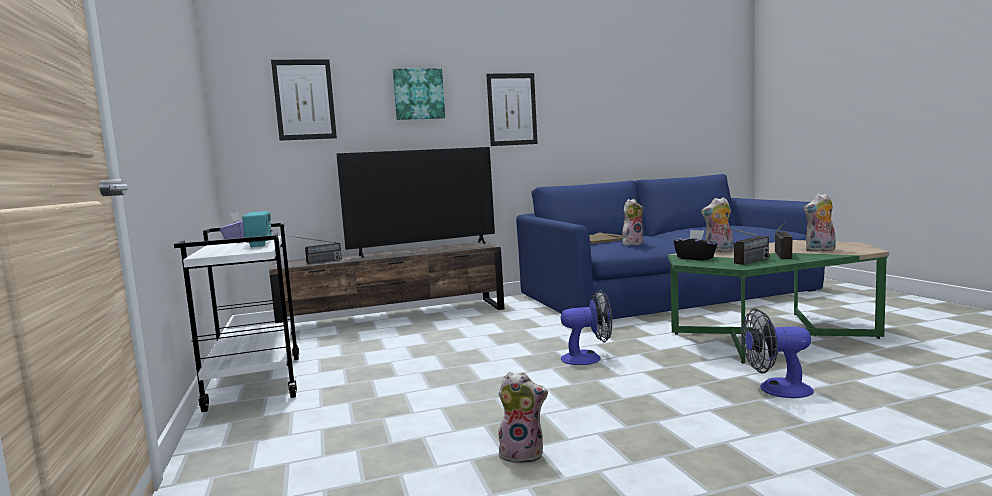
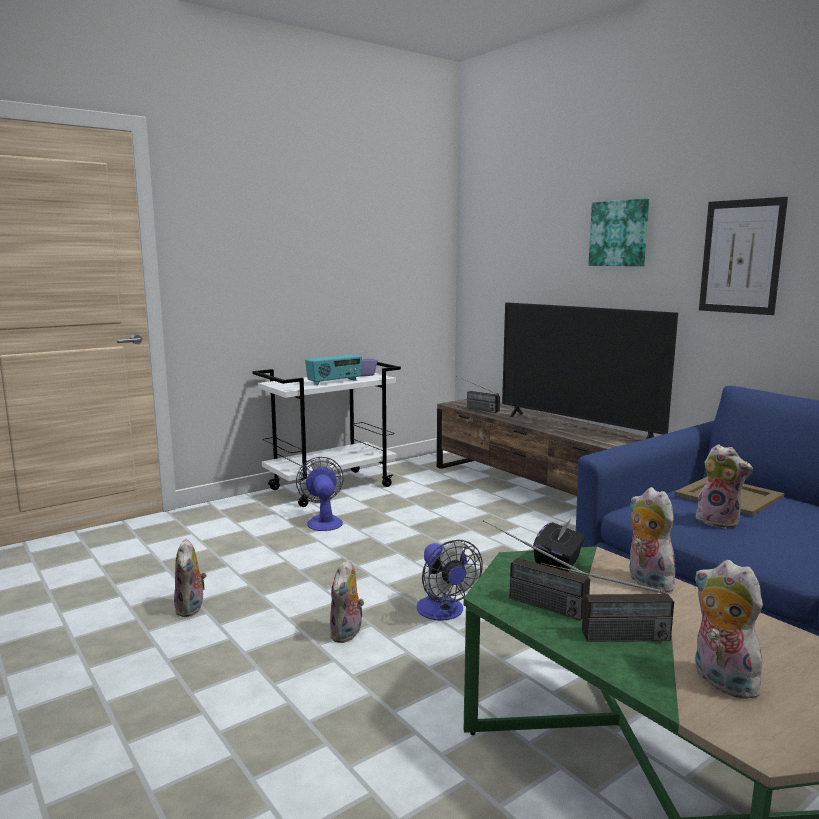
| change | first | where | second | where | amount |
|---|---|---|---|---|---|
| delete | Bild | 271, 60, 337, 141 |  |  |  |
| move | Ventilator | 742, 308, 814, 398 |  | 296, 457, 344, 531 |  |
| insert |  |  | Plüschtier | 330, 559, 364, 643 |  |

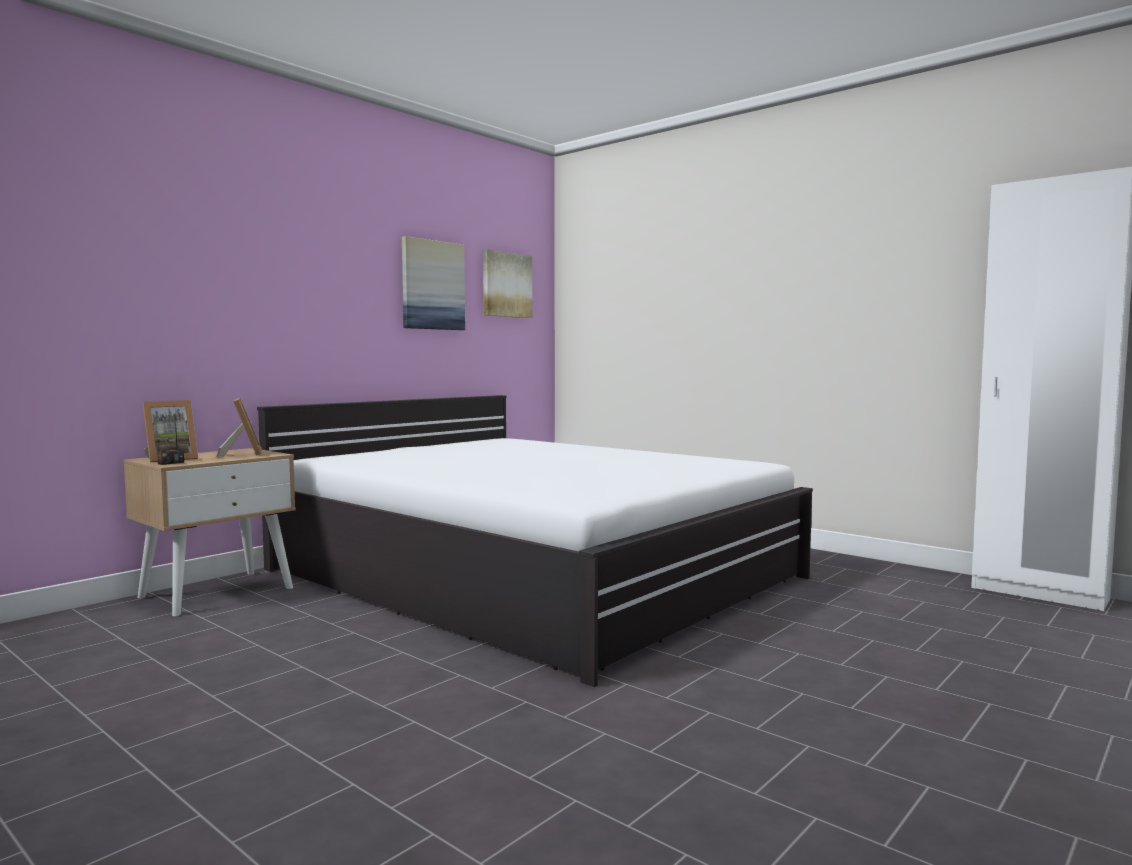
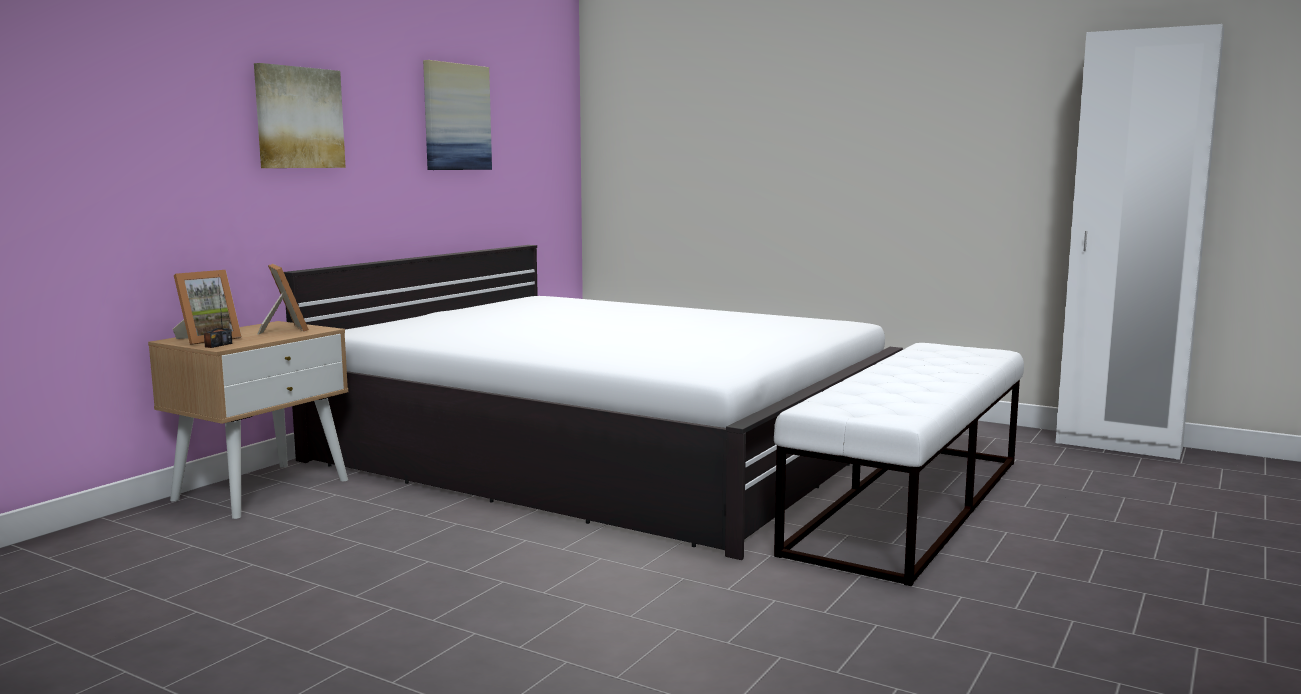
| change | first | where | second | where | amount |
|---|---|---|---|---|---|
| move | Bild | 483, 249, 532, 318 |  | 254, 63, 346, 168 |  |
| insert |  |  | Bank [weiß] | 774, 343, 1024, 586 |  |

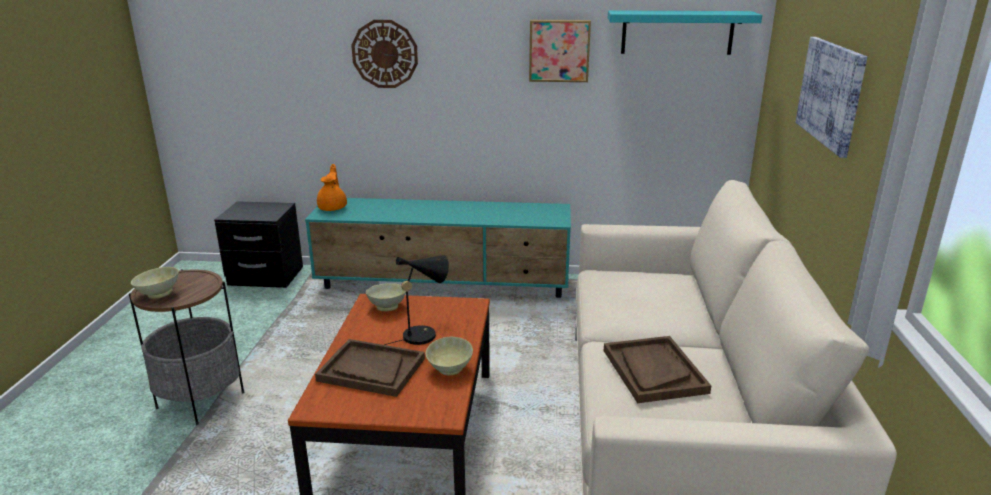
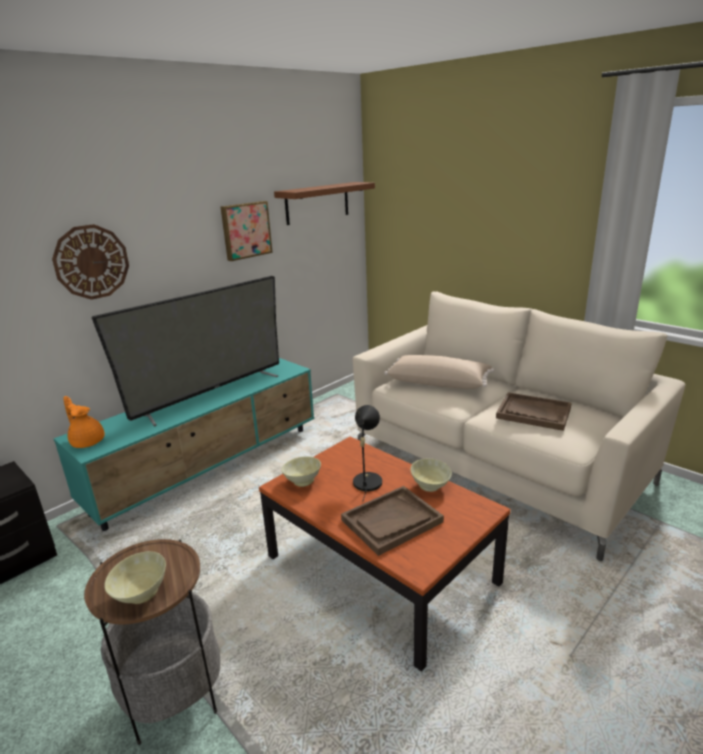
| change | first | where | second | where | amount |
|---|---|---|---|---|---|
| recolor | Wandregal [türkis] | 608, 10, 762, 55 | Wandregal [braun] | 274, 182, 375, 225 |  |
| delete | Bild | 796, 37, 867, 158 |  |  |  |
| insert |  |  | Fernseher | 91, 276, 279, 427 |  |
| insert |  |  | Kissen [beige] | 384, 355, 494, 389 |  |

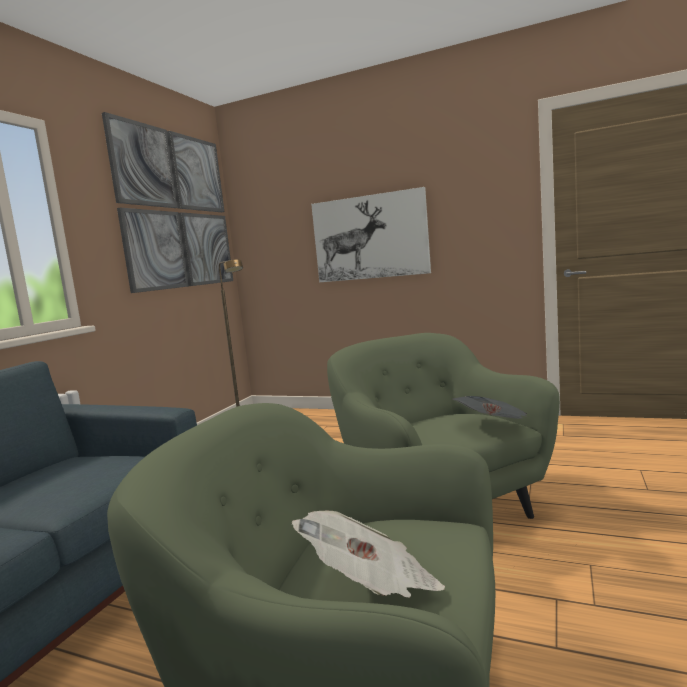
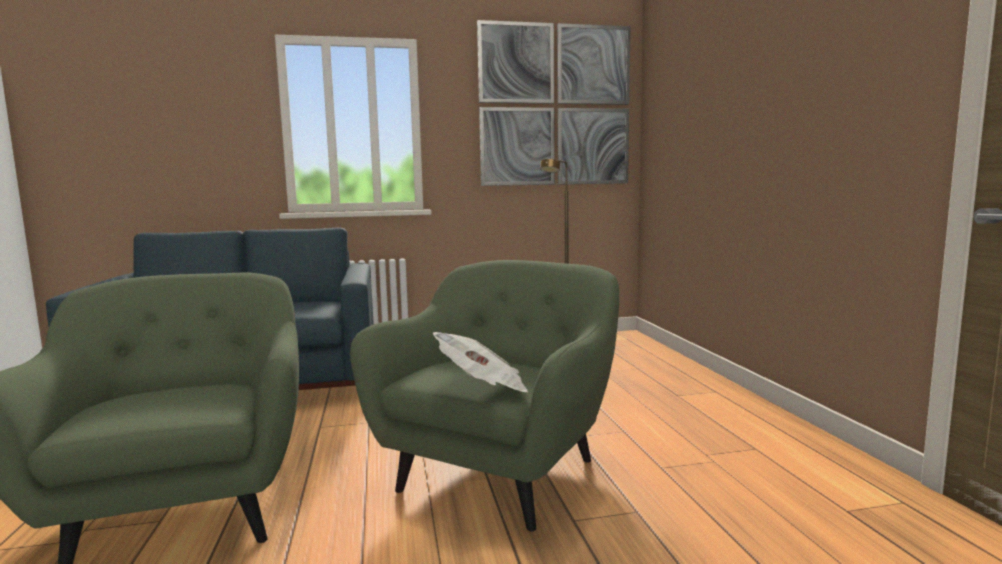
| change | first | where | second | where | amount |
|---|---|---|---|---|---|
| delete | Bild | 311, 187, 431, 282 |  |  |  |
| delete | Zeitung | 292, 510, 445, 598 |  |  |  |

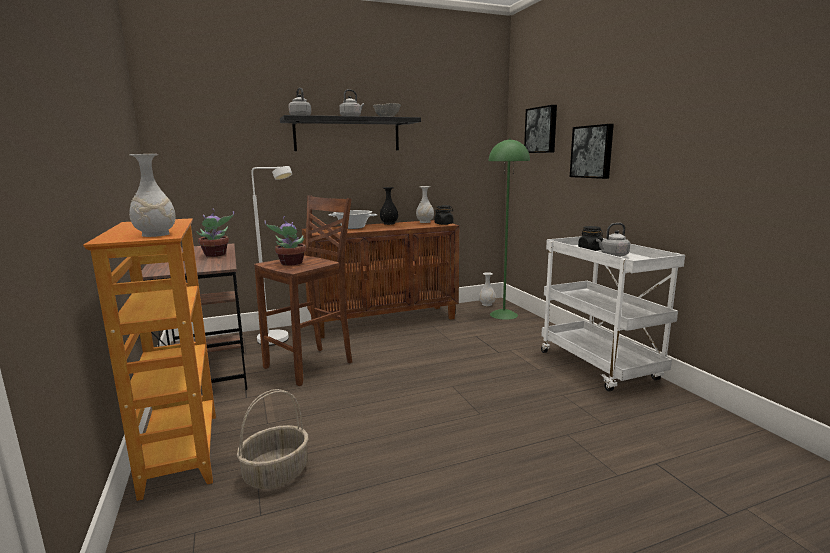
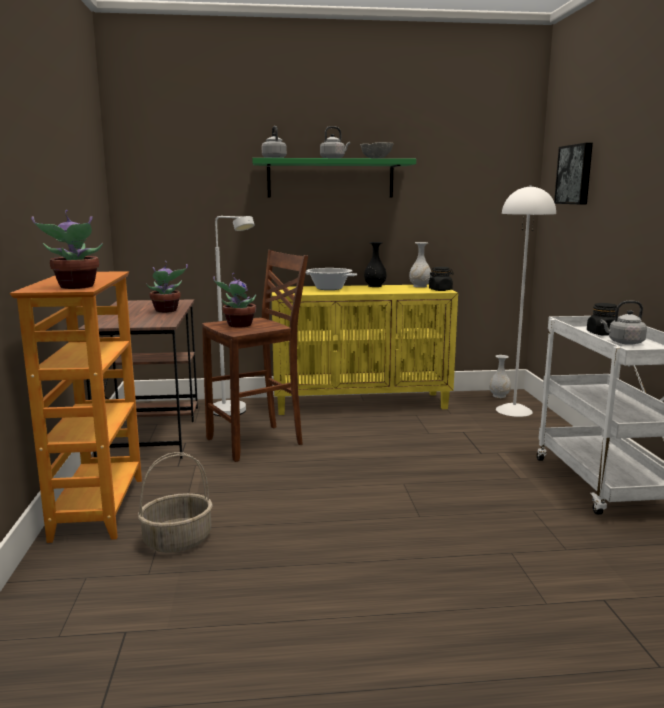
| change | first | where | second | where | amount |
|---|---|---|---|---|---|
| recolor | Wandregal [schwarz] | 280, 115, 421, 151 | Wandregal [grün] | 252, 158, 416, 198 |  |
| delete | Bild | 570, 124, 614, 179 |  |  |  |
| recolor | Stehlampe [grün] | 488, 138, 530, 320 | Stehlampe [weiß] | 496, 185, 556, 417 |  |
| replace | Vase [weiß] | 129, 154, 176, 237 | Topfpflanze | 31, 210, 103, 289 |  |
| recolor | Schrank [braun] | 302, 220, 459, 338 | Schrank [gelb] | 272, 284, 458, 415 |  |

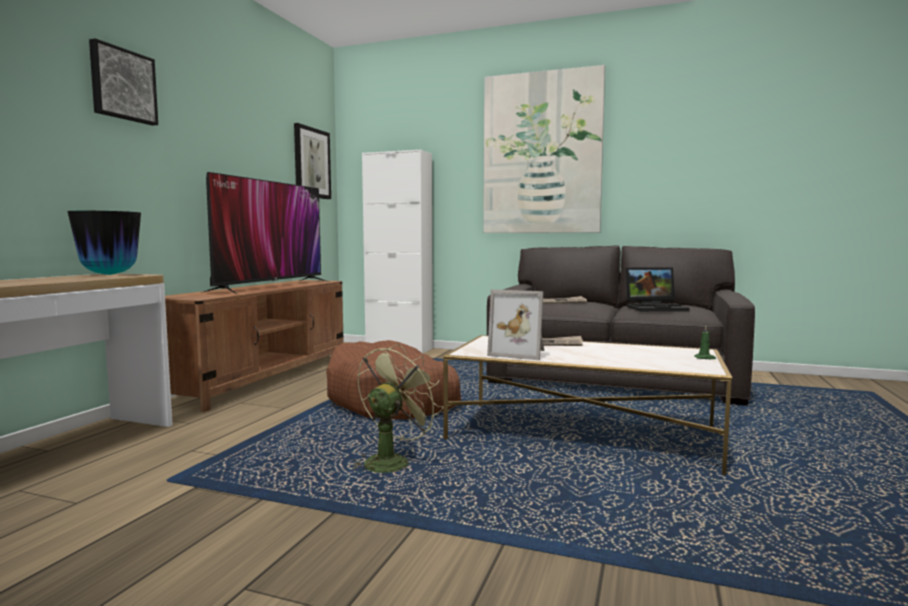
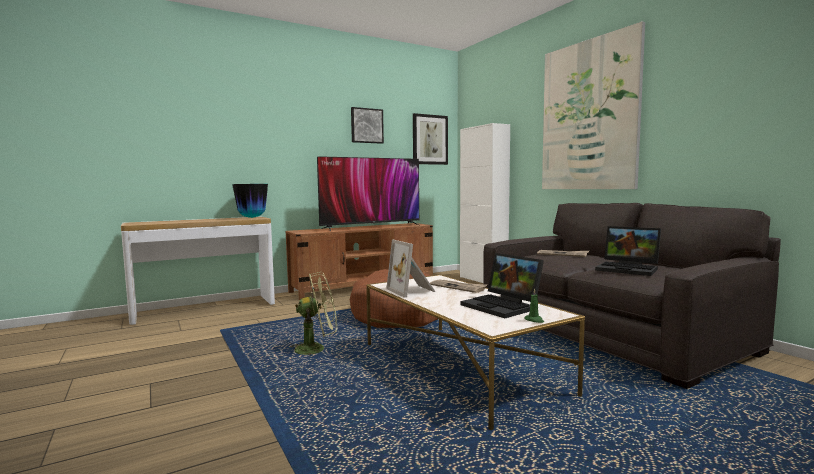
| change | first | where | second | where | amount |
|---|---|---|---|---|---|
| move | Bild | 89, 38, 158, 126 |  | 351, 107, 384, 144 |  |
| insert |  |  | Laptop | 461, 253, 544, 318 |  |

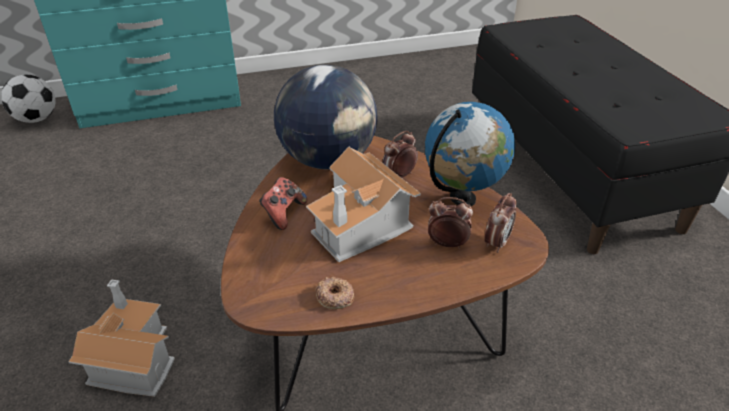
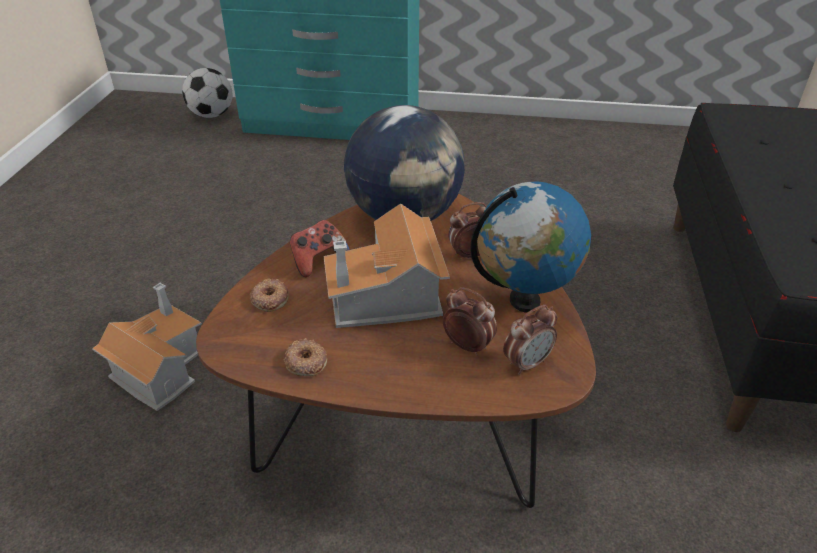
| change | first | where | second | where | amount |
|---|---|---|---|---|---|
| insert |  |  | Donut | 250, 279, 289, 312 |  |

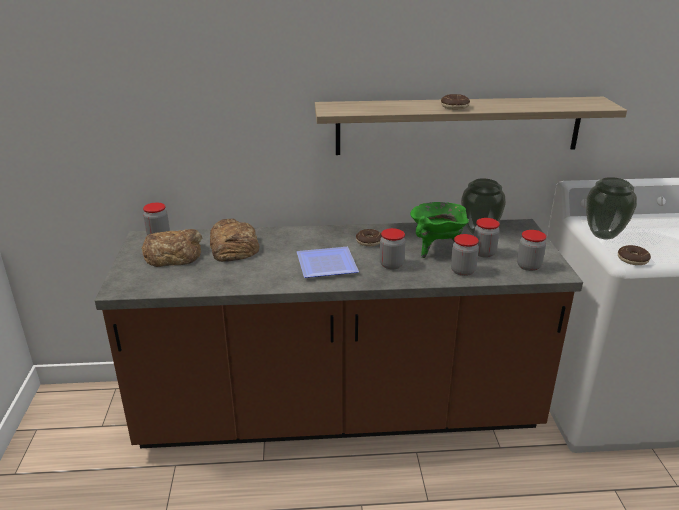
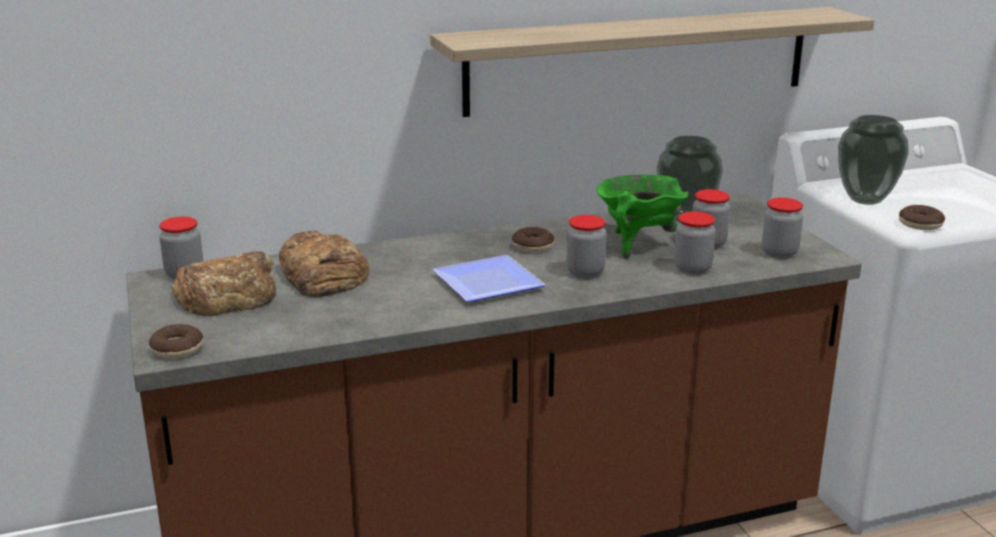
| change | first | where | second | where | amount |
|---|---|---|---|---|---|
| move | Donut | 441, 94, 470, 110 |  | 149, 324, 203, 358 |  |

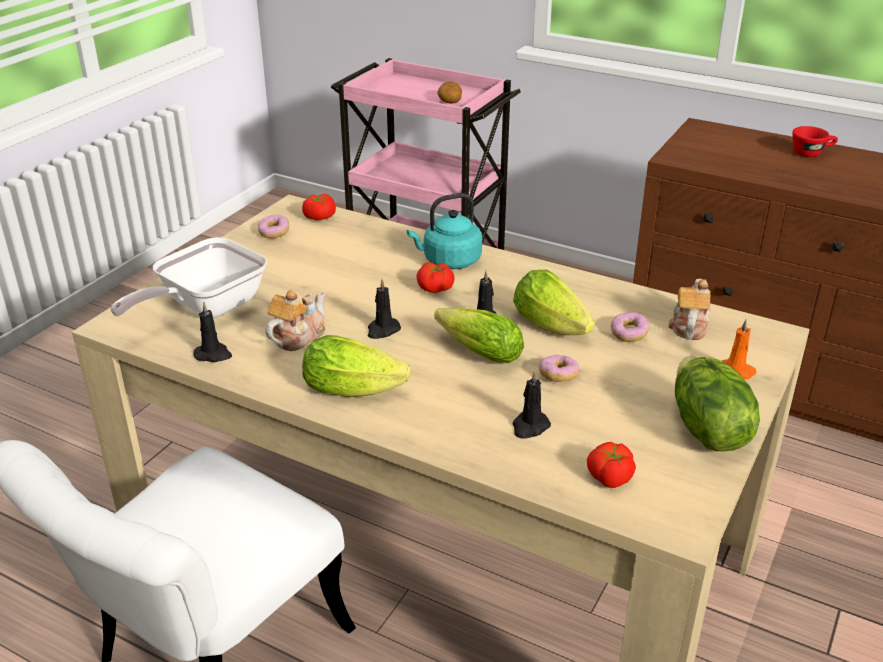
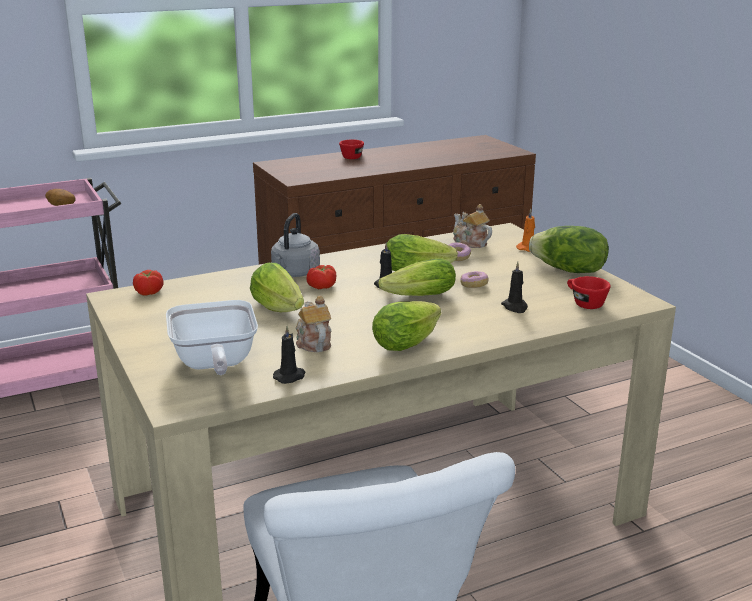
| change | first | where | second | where | amount |
|---|---|---|---|---|---|
| recolor | Wasserkessel [türkis] | 407, 193, 482, 269 | Wasserkessel [grau] | 271, 213, 320, 277 |  |
| delete | Donut | 258, 215, 289, 239 |  |  |  |
| delete | Kerze [schwarz] | 368, 279, 401, 339 |  |  |  |
| replace | Tomate | 587, 442, 636, 488 | Tasse [rot] | 567, 276, 611, 309 |  |
| insert |  |  | Salatkopf | 250, 263, 304, 312 |  |

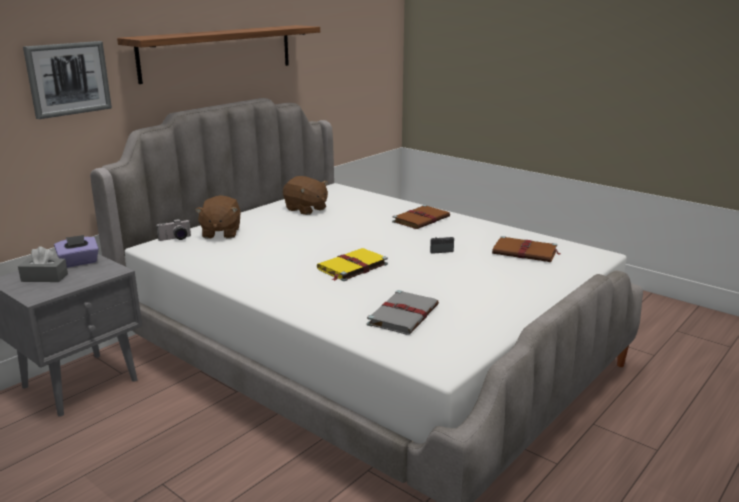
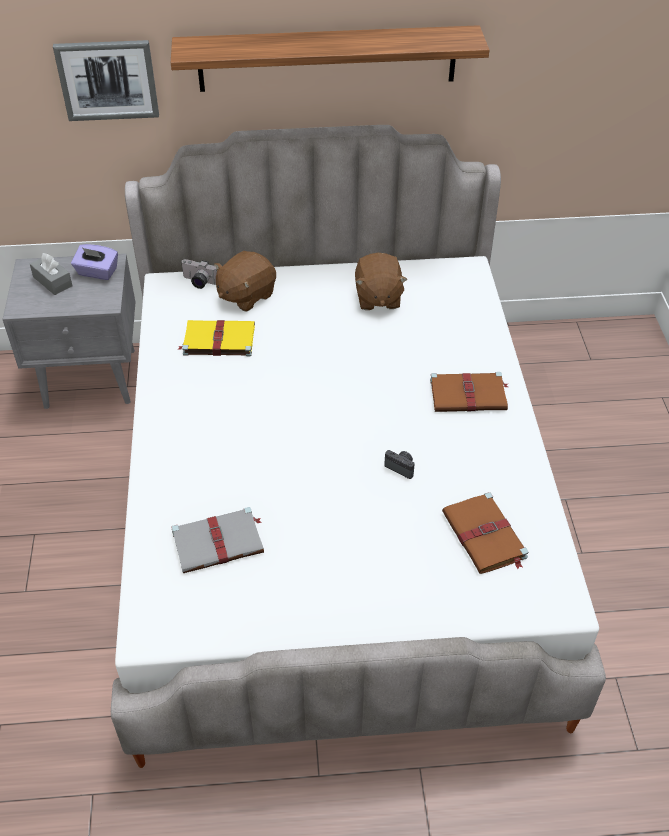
| change | first | where | second | where | amount |
|---|---|---|---|---|---|
| move | Buch [gelb] | 317, 248, 388, 281 |  | 177, 320, 255, 356 |  |

